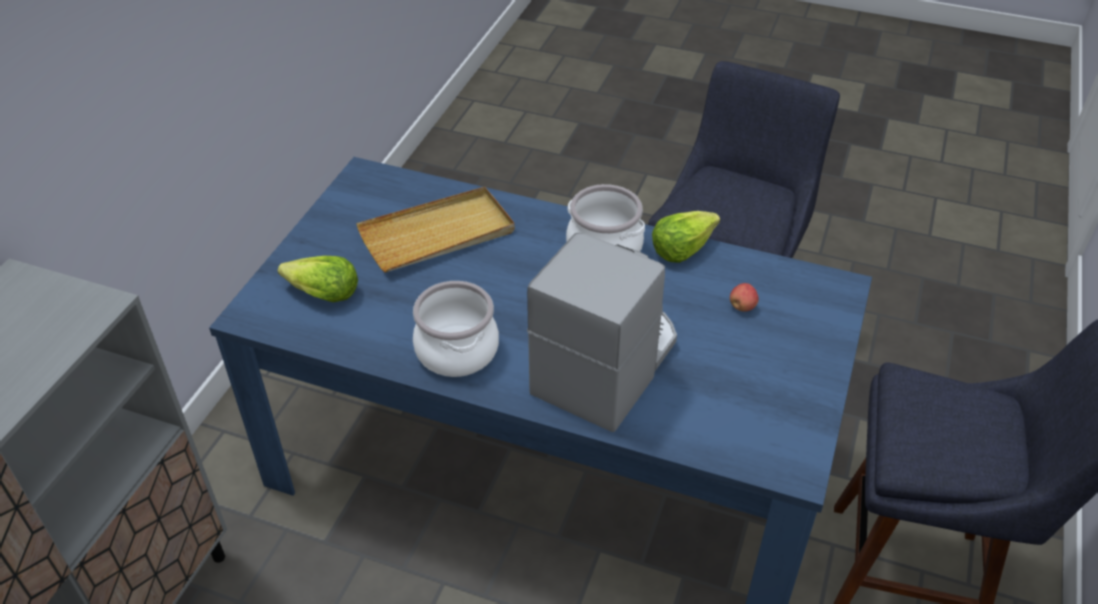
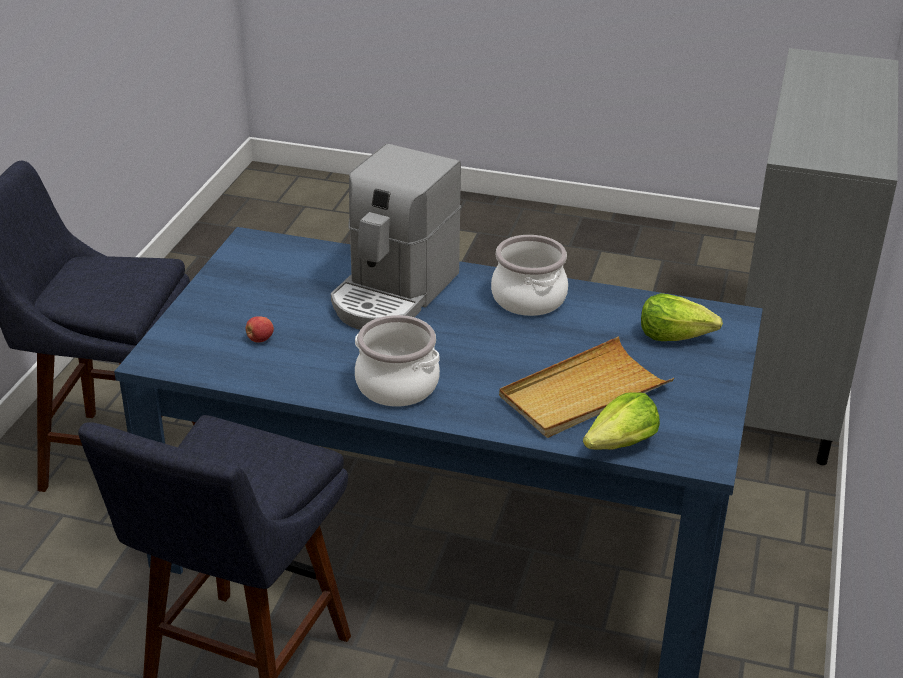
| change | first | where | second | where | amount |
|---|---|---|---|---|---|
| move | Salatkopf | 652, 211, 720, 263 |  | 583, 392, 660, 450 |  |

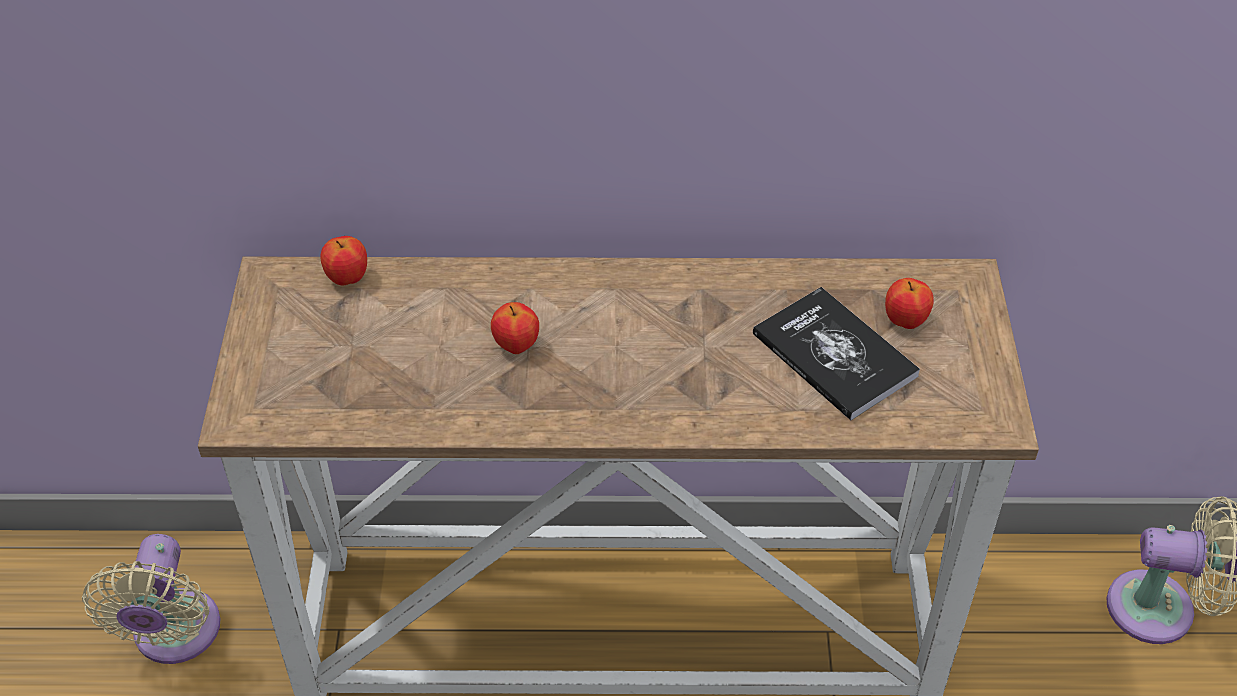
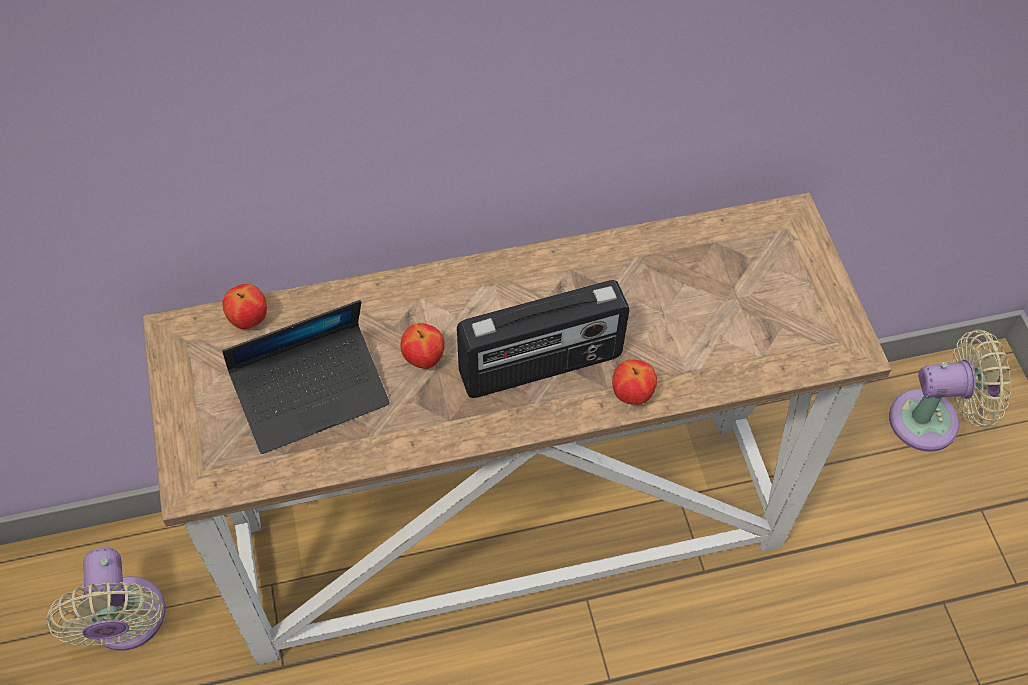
| change | first | where | second | where | amount |
|---|---|---|---|---|---|
| move | Apfel | 885, 278, 934, 329 |  | 612, 359, 657, 405 |  |
| delete | Buch | 753, 287, 920, 420 |  |  |  |
| insert |  |  | Radio | 457, 280, 630, 398 |  |
| insert |  |  | Laptop | 222, 300, 390, 454 |  |

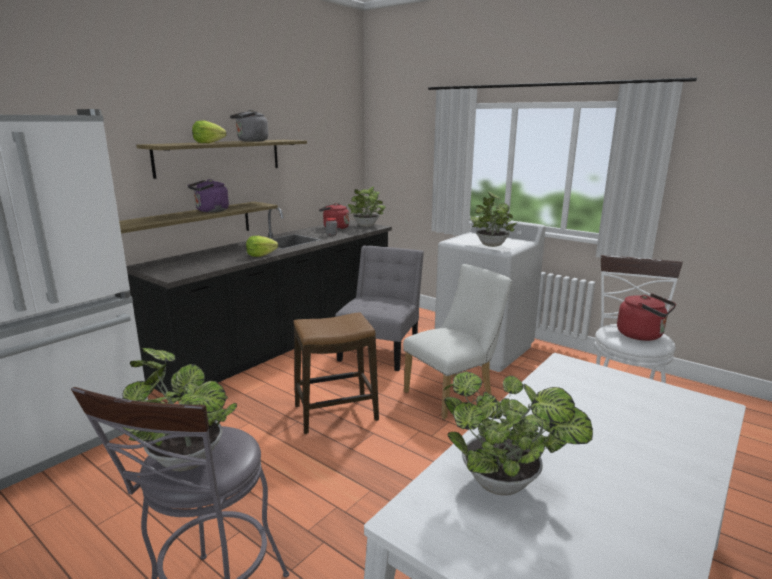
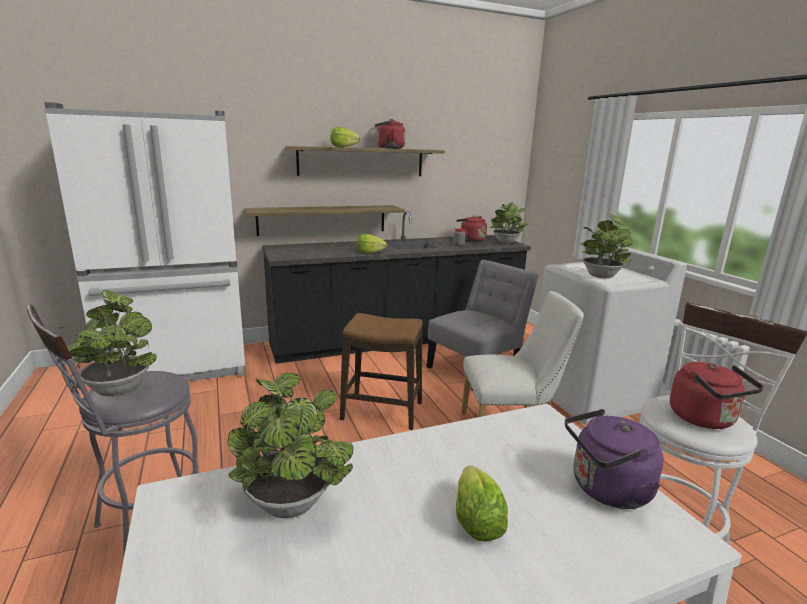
| change | first | where | second | where | amount |
|---|---|---|---|---|---|
| recolor | Wasserkessel [grau] | 230, 110, 268, 142 | Wasserkessel [rot] | 375, 119, 405, 149 |  |
| move | Wasserkessel [lila] | 188, 179, 229, 212 |  | 565, 409, 664, 509 |  |
| insert |  |  | Salatkopf | 456, 465, 508, 541 |  |

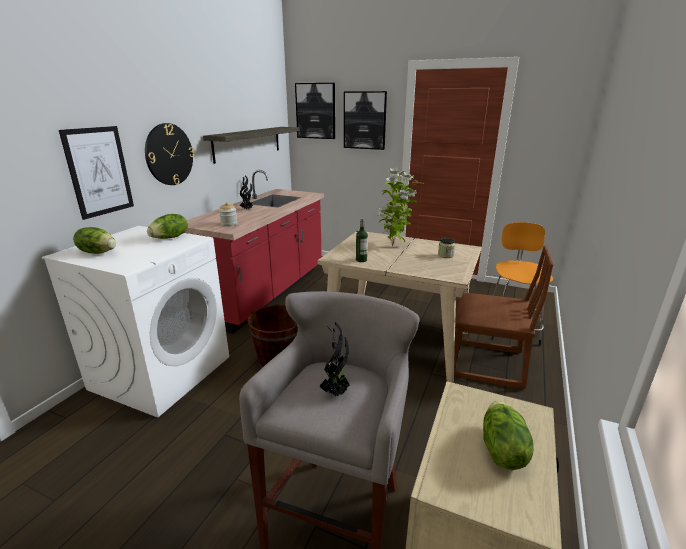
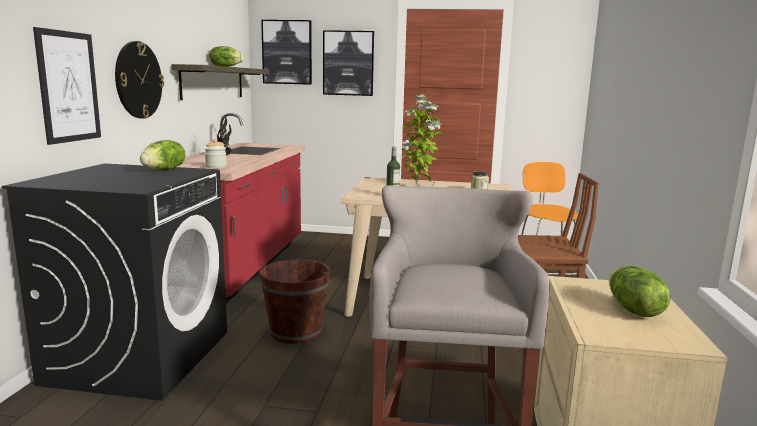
| change | first | where | second | where | amount |
|---|---|---|---|---|---|
| recolor | Waschmaschine [weiß] | 42, 226, 229, 417 | Waschmaschine [schwarz] | 2, 163, 227, 401 |  |
| move | Salatkopf | 73, 227, 116, 254 |  | 209, 46, 244, 67 |  |
| delete | Topfpflanze | 319, 323, 350, 396 |  |  |  |

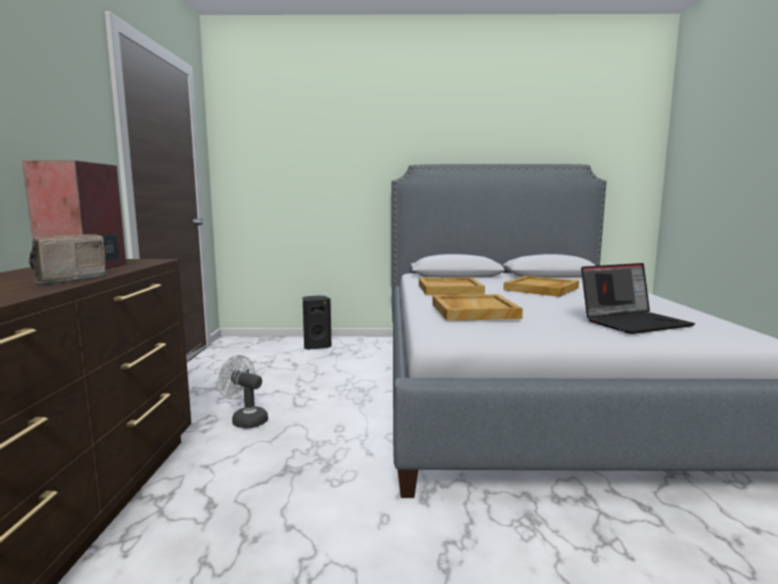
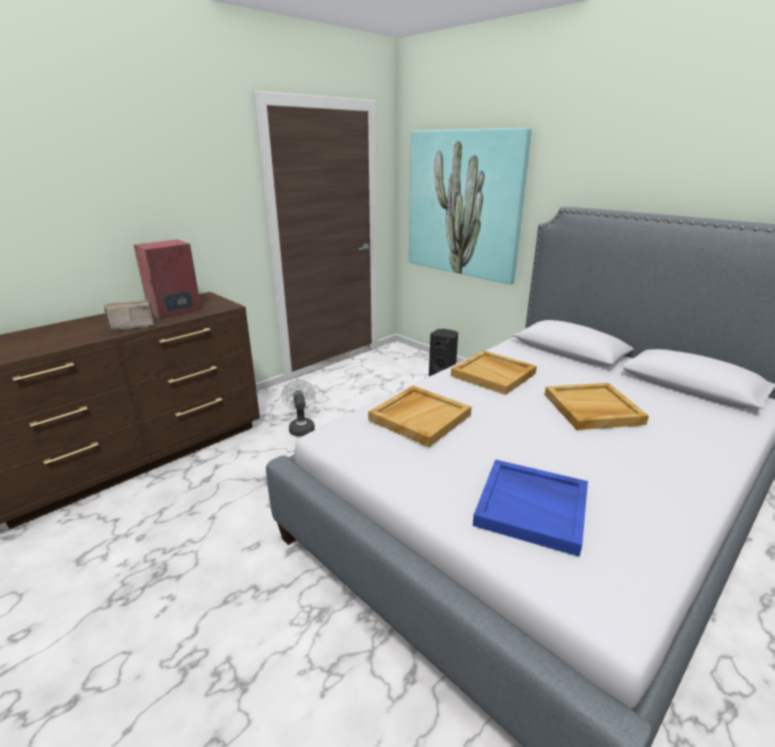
| change | first | where | second | where | amount |
|---|---|---|---|---|---|
| replace | Laptop | 581, 263, 695, 334 | Tablett [blau] | 473, 459, 588, 557 |  |
| insert |  |  | Bild | 409, 128, 532, 284 |  |

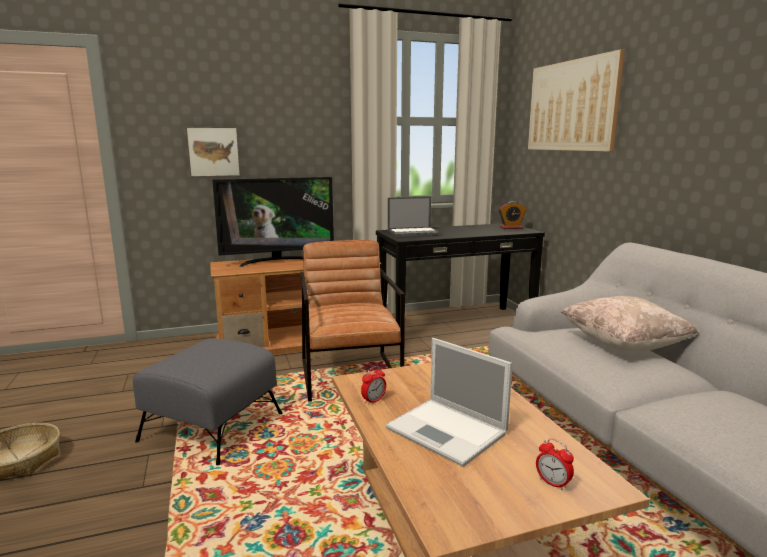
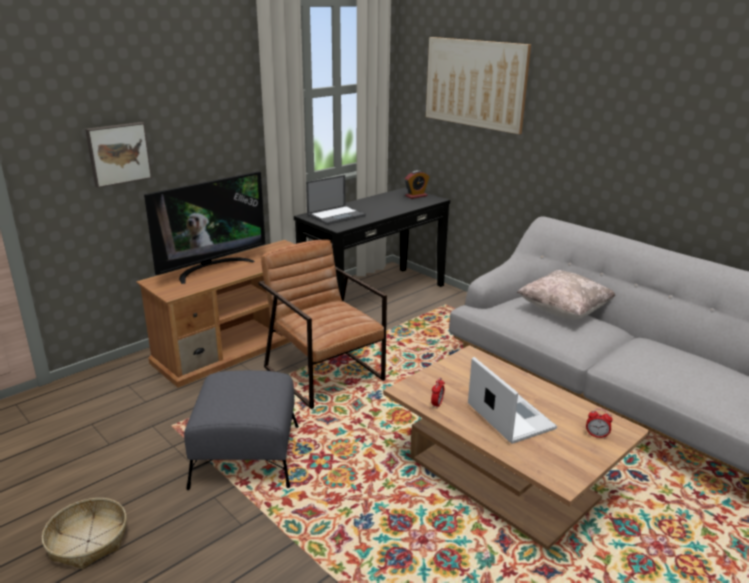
| change | first | where | second | where | amount |
|---|---|---|---|---|---|
| rotate | Laptop | 385, 338, 513, 467 |  | 468, 357, 557, 444 | 135 degrees counterclockwise |

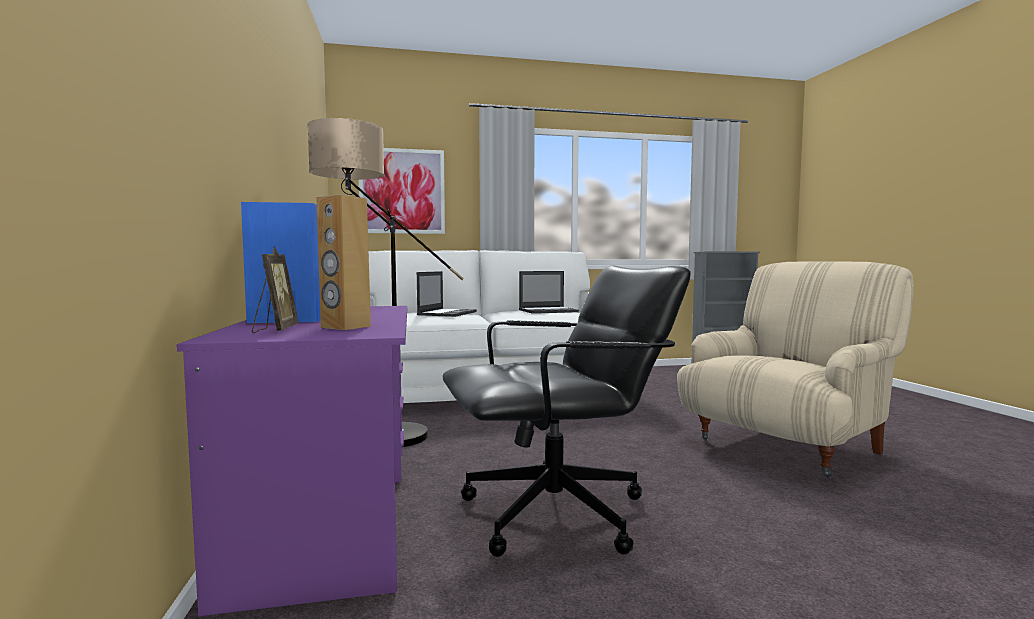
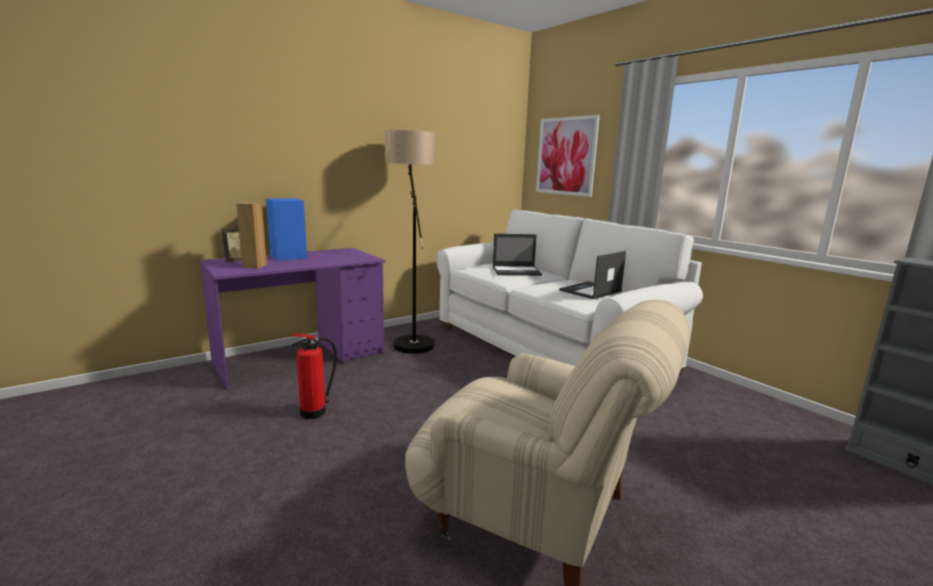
| change | first | where | second | where | amount |
|---|---|---|---|---|---|
| replace | Bürostuhl [schwarz] | 442, 266, 690, 557 | Feuerlöscher | 291, 334, 337, 419 |  |
| rotate | Laptop | 519, 271, 579, 314 |  | 559, 251, 626, 299 | 90 degrees clockwise |

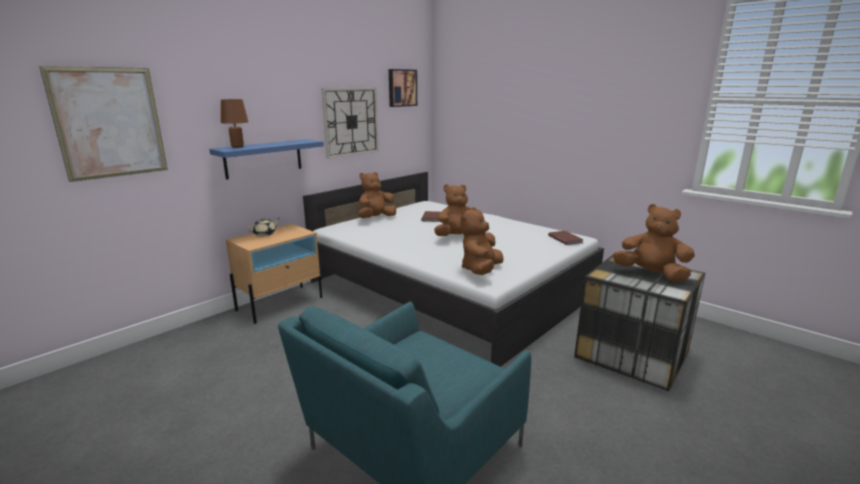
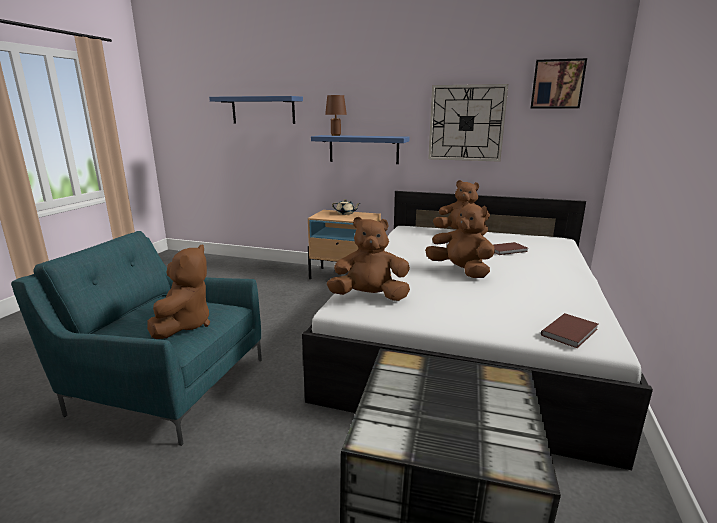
| change | first | where | second | where | amount |
|---|---|---|---|---|---|
| replace | Bild | 39, 66, 168, 182 | Wandregal [blau] | 209, 96, 303, 124 |  |
| move | Plüschtier [braun] | 613, 204, 695, 282 |  | 147, 245, 210, 339 |  |

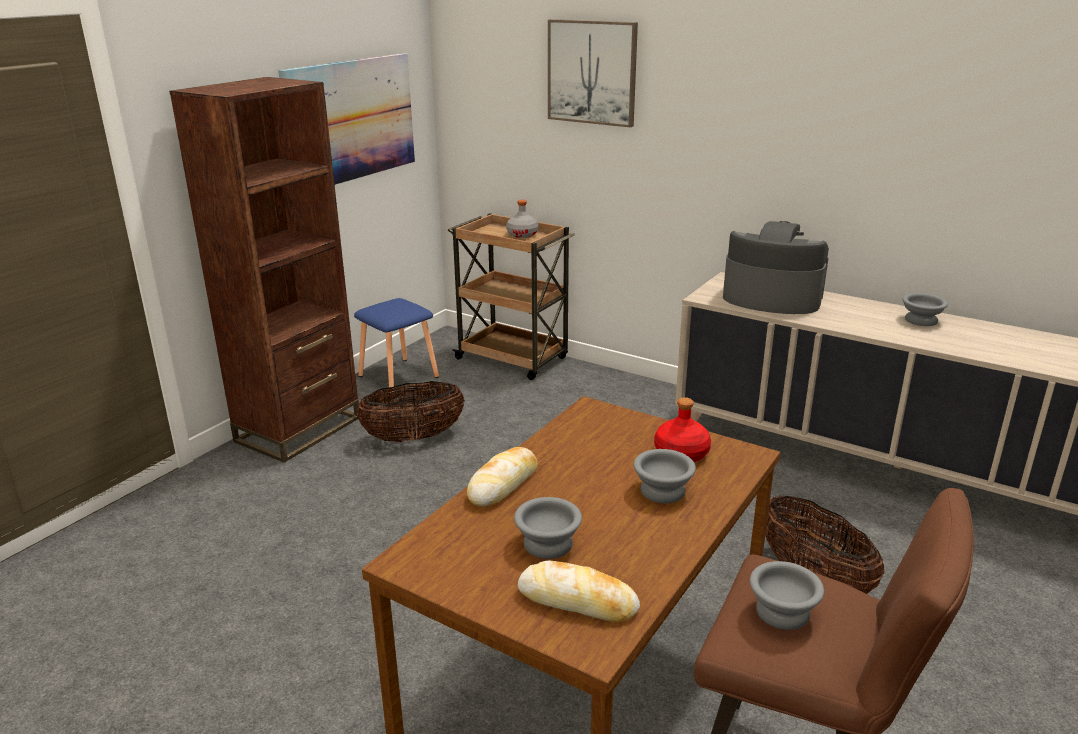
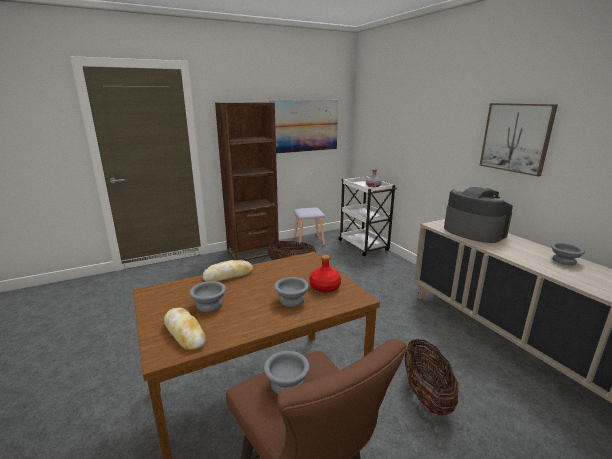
| change | first | where | second | where | amount |
|---|---|---|---|---|---|
| move | Bild | 548, 19, 638, 127 |  | 480, 103, 558, 176 |  |
| recolor | Rollwagen [braun] | 448, 213, 575, 380 | Rollwagen [weiß] | 338, 176, 397, 256 |  |
| recolor | Hocker [blau] | 354, 298, 439, 393 | Hocker [grau] | 294, 208, 325, 246 |  |

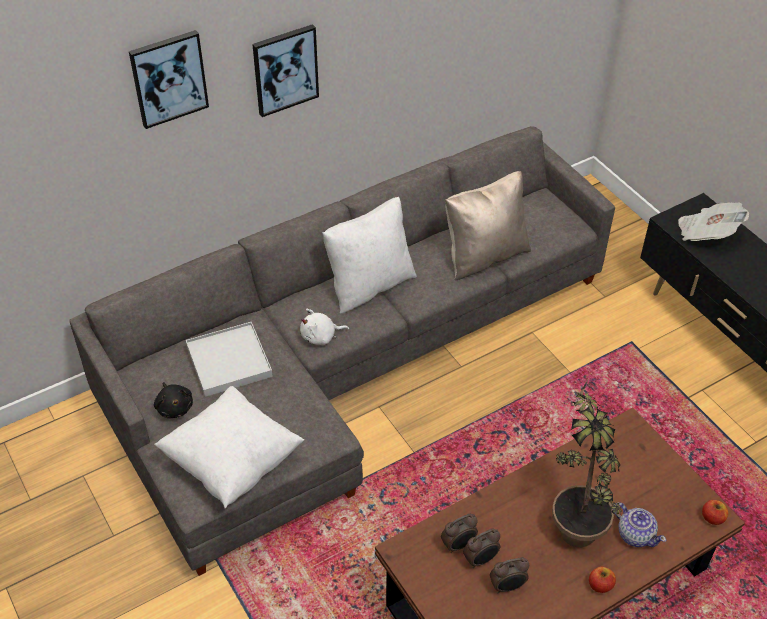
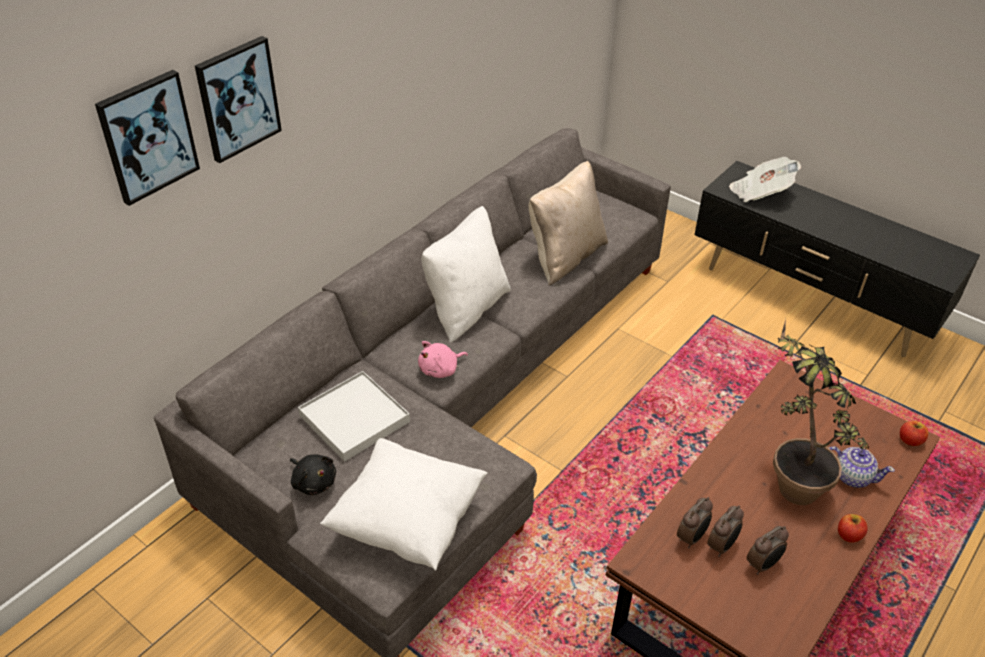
| change | first | where | second | where | amount |
|---|---|---|---|---|---|
| move | Bild | 252, 24, 319, 117 |  | 95, 70, 200, 206 |  |
| recolor | Plüschtier [weiß] | 300, 309, 349, 345 | Plüschtier [rosa] | 418, 341, 468, 378 |  |

